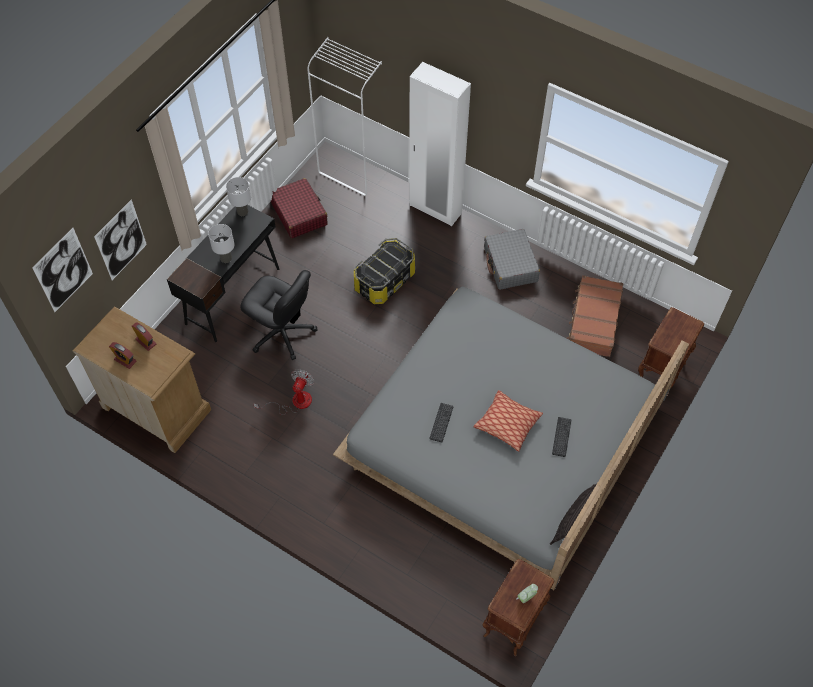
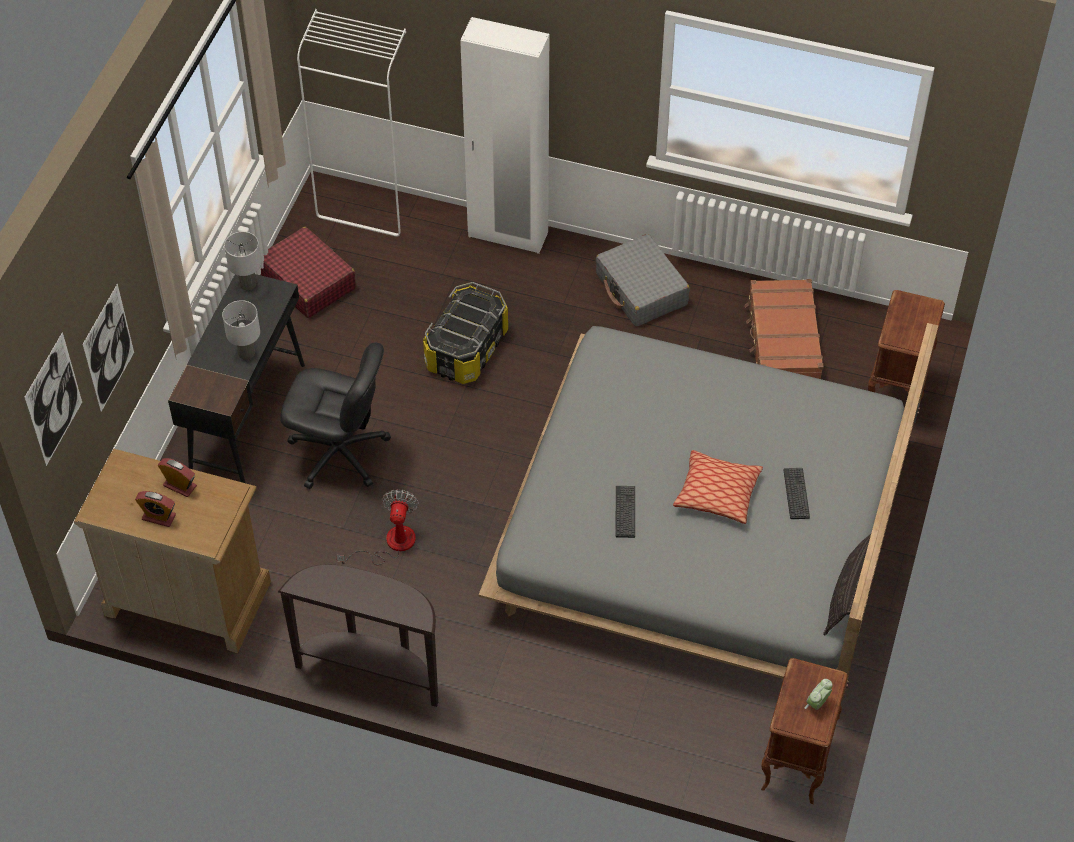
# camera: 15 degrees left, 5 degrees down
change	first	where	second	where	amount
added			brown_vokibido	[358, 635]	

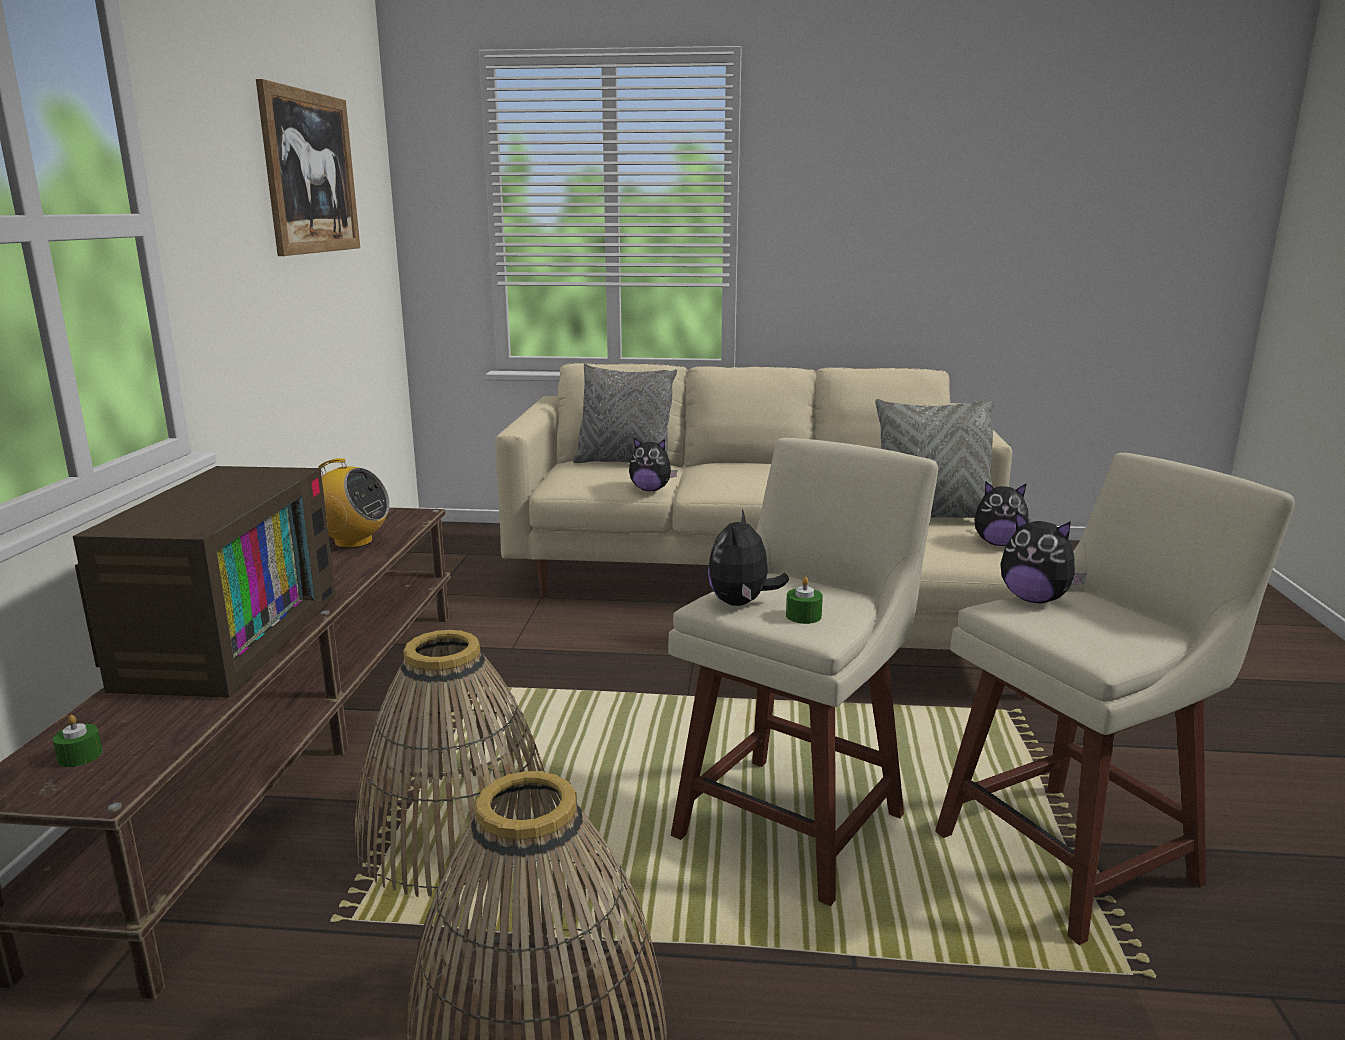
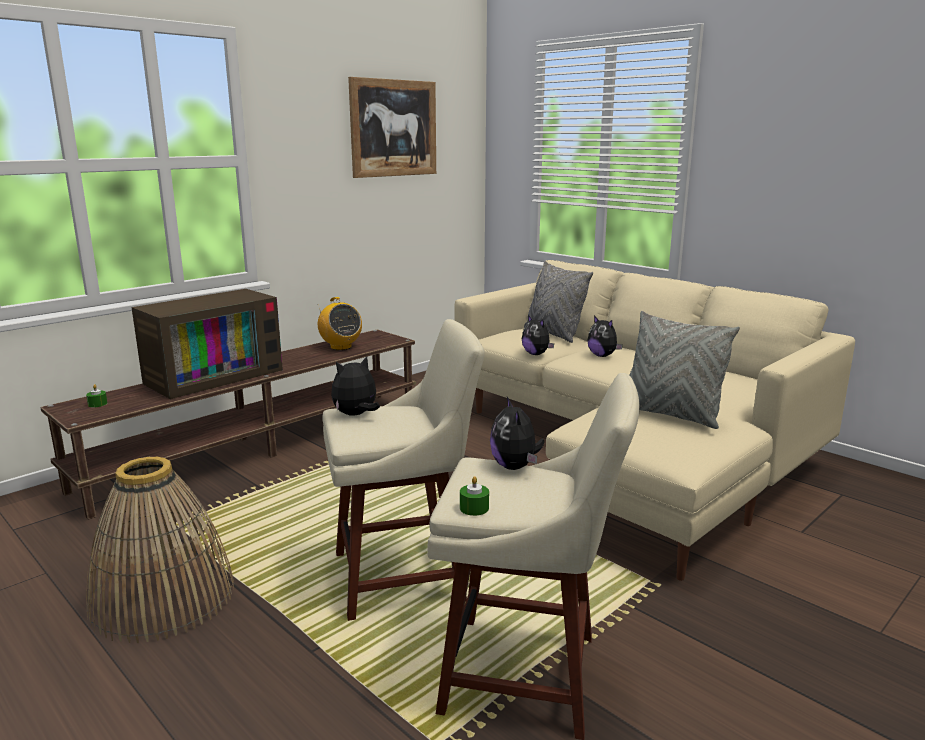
# camera: 40 degrees right, 0 degrees up
change	first	where	second	where	amount
removed	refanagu	[453, 763]			
moved	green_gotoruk	[804, 600]		[474, 496]	
moved	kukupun	[1002, 514]		[605, 336]	

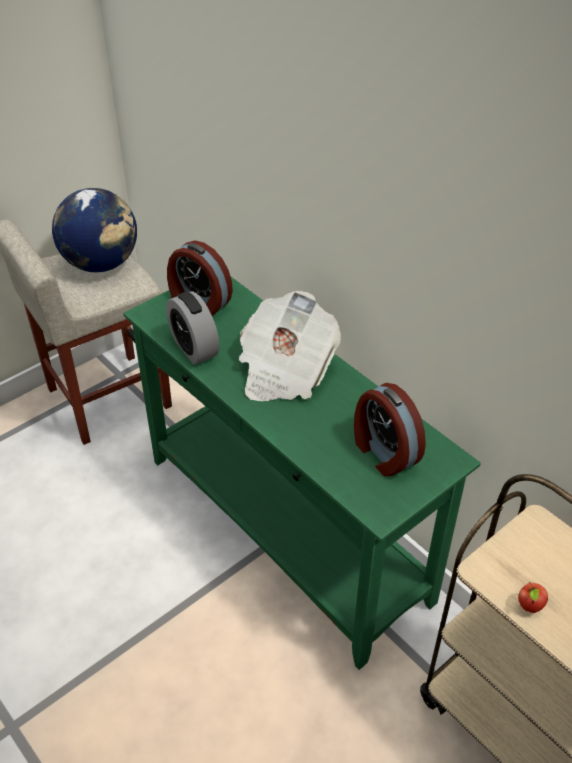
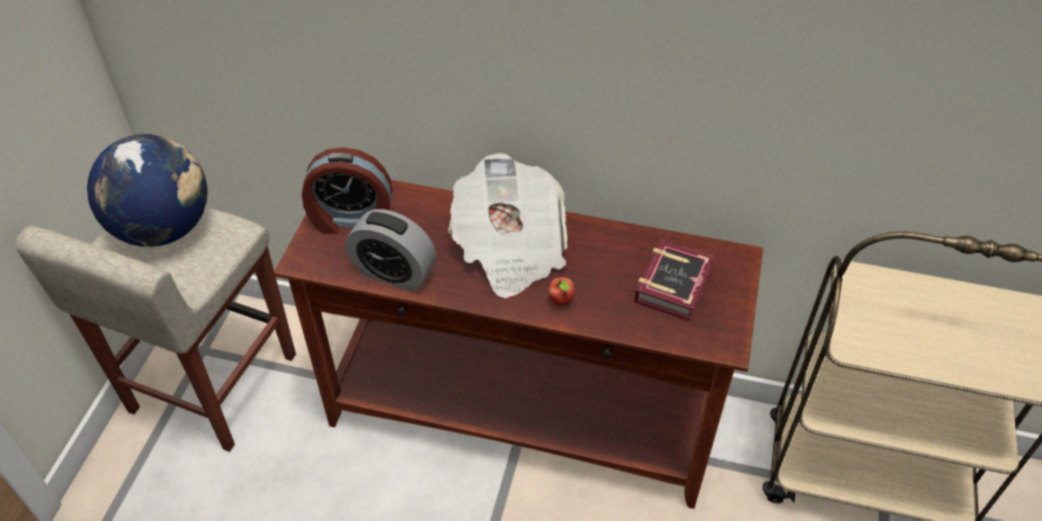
# camera: 35 degrees left, 5 degrees up
change	first	where	second	where	amount
recoloured	green_vokibido	[302, 473]	brown_vokibido	[518, 344]	
replaced	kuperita	[390, 429]	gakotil	[674, 280]	
moved	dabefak	[533, 597]		[562, 291]	

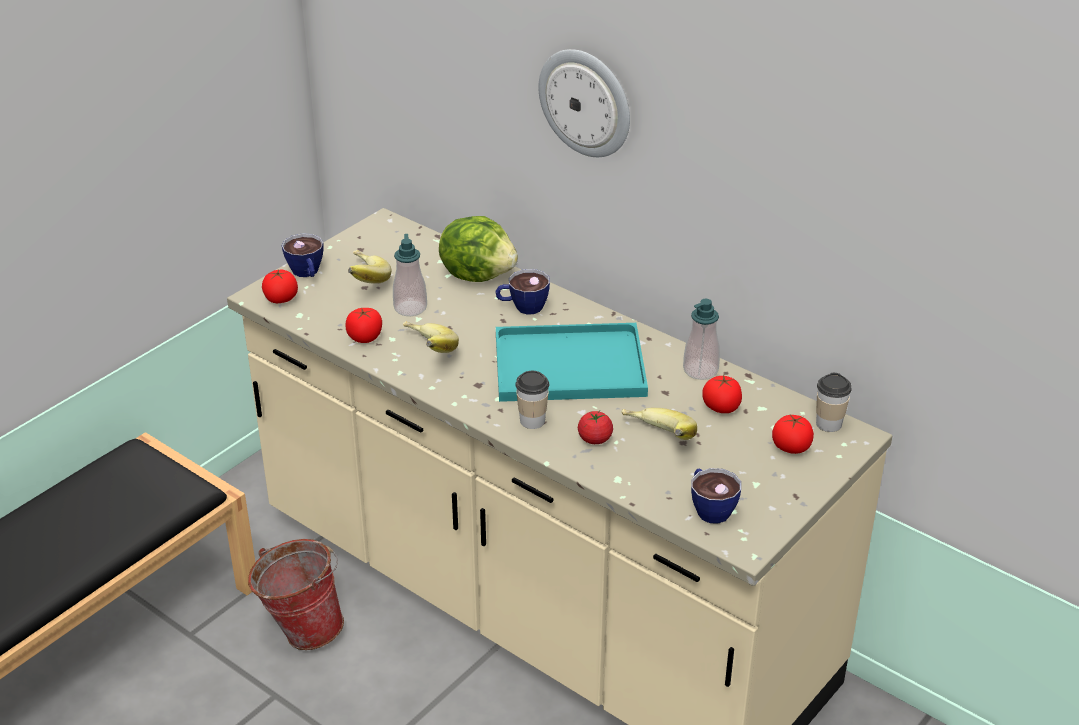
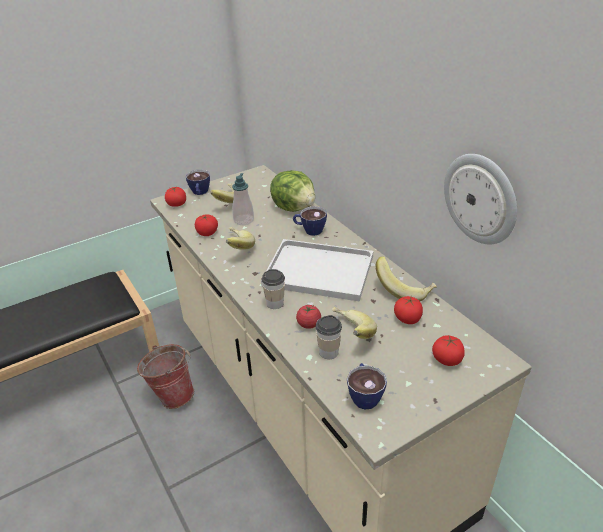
# camera: 20 degrees right, 0 degrees up
change	first	where	second	where	amount
recoloured	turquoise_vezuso	[572, 362]	white_vezuso	[317, 270]	
moved	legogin	[584, 103]		[480, 199]	
replaced	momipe	[701, 339]	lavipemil	[406, 278]	
moved	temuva	[834, 402]		[329, 337]	

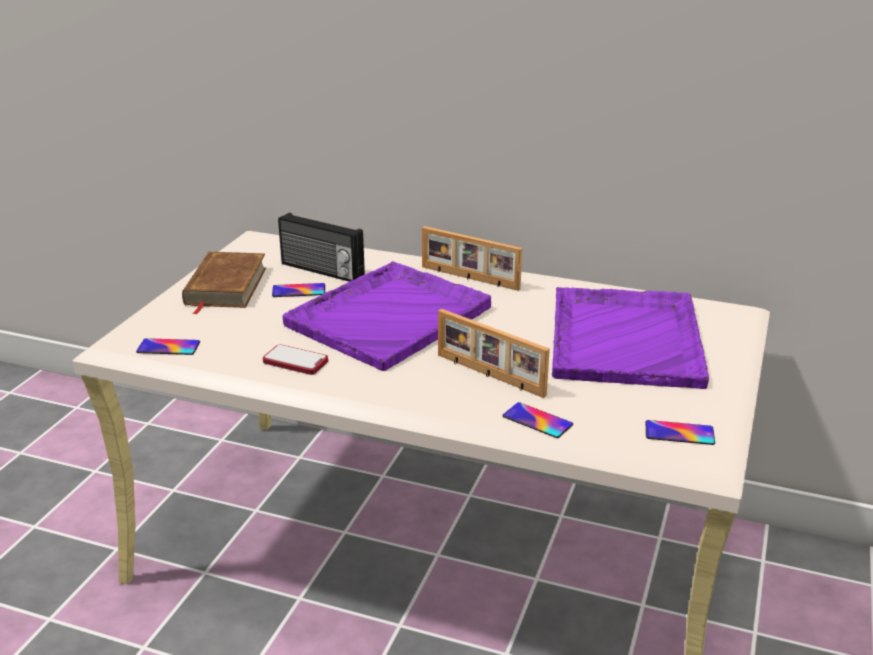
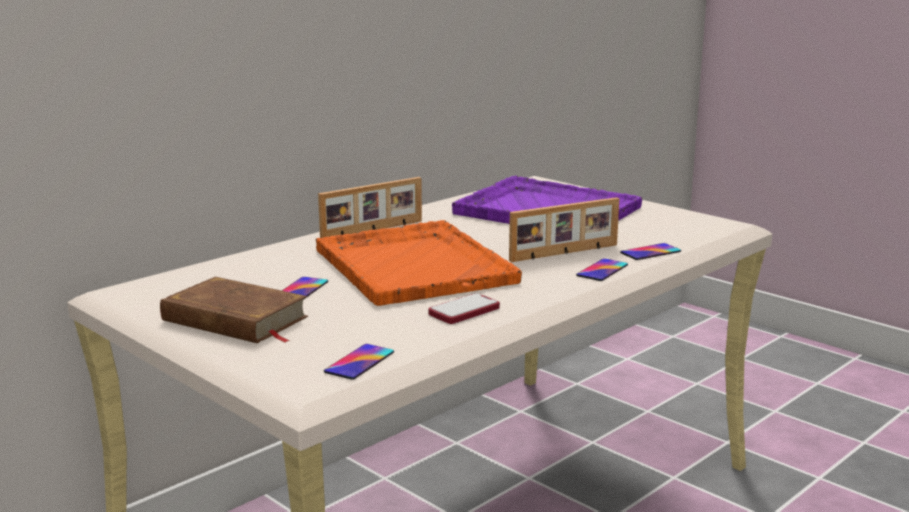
# camera: 65 degrees left, 10 degrees down
change	first	where	second	where	amount
removed	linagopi	[321, 246]			
recoloured	purple_vezuso	[387, 316]	orange_vezuso	[419, 263]	
moved	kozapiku	[680, 432]		[602, 269]	

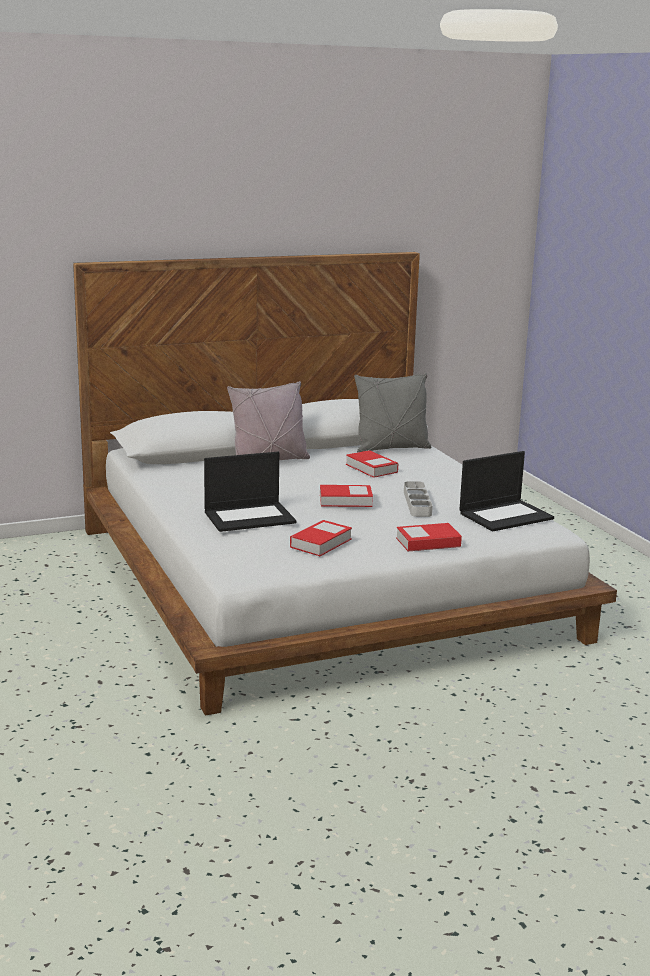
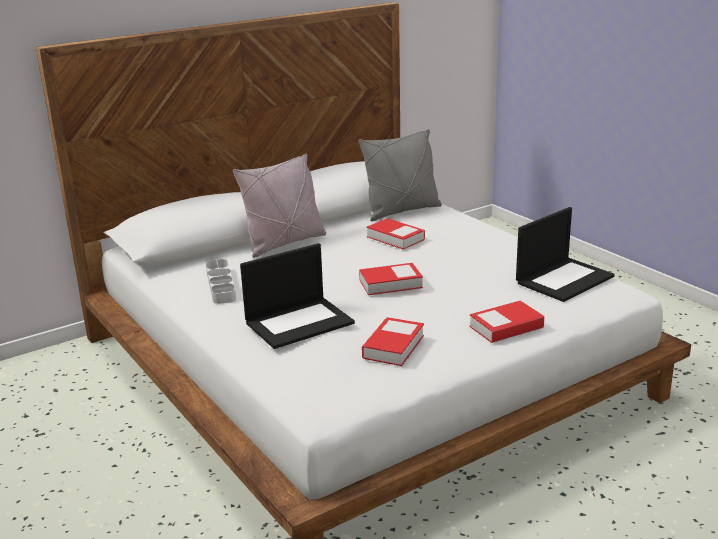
# camera: 10 degrees left, 5 degrees up
change	first	where	second	where	amount
moved	grey_vezuso	[418, 499]		[221, 281]	

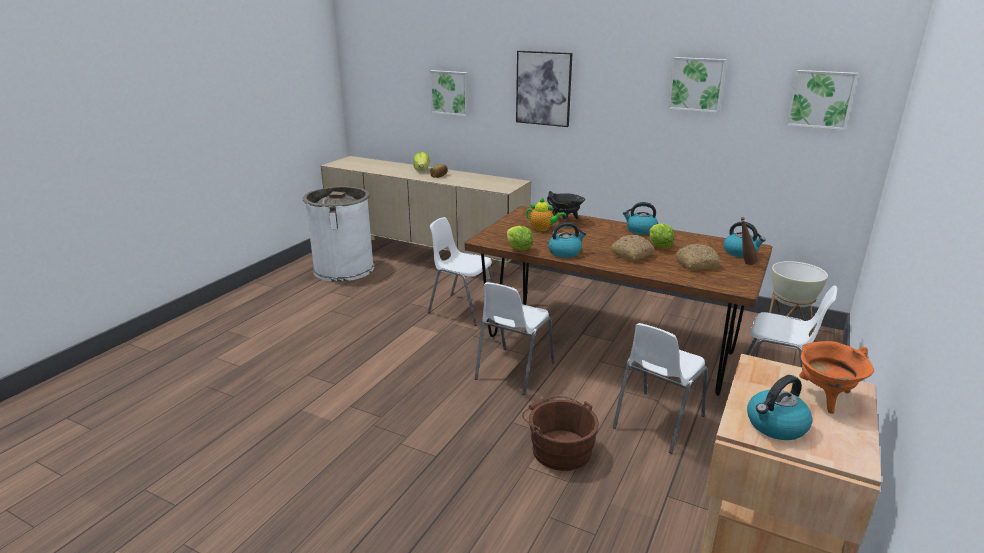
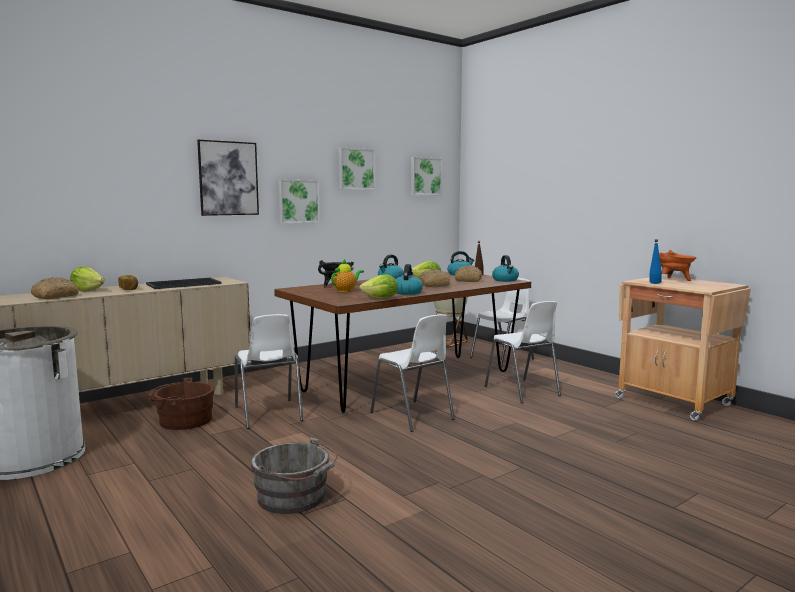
# camera: 65 degrees left, 15 degrees down
change	first	where	second	where	amount
turned	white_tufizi	[461, 271]		[269, 371]	75 degrees counterclockwise
moved	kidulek	[449, 93]		[299, 202]	
moved	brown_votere	[560, 433]		[180, 404]	
moved	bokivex	[780, 407]		[505, 268]	
added			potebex	[55, 288]	
added			vezuso	[184, 283]	
added			grey_votere	[294, 475]	
added			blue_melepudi	[656, 261]	

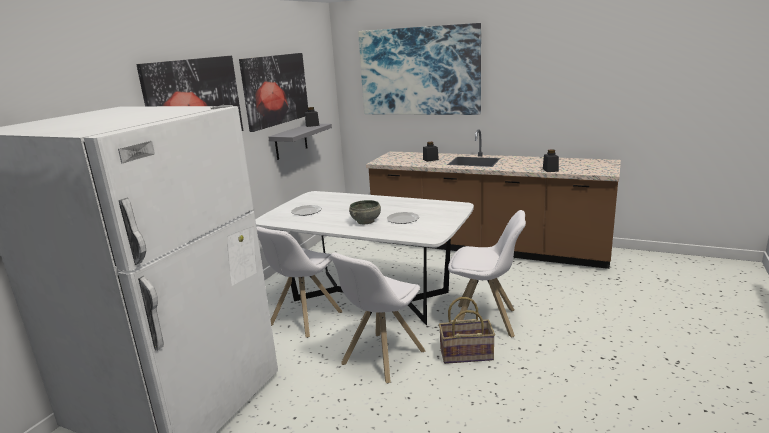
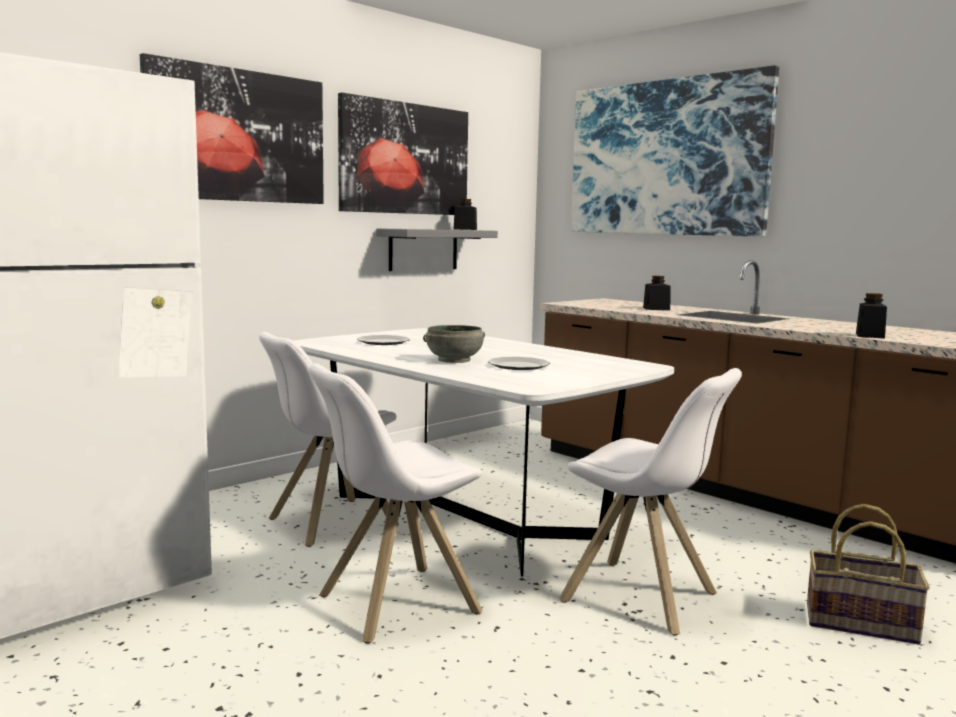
# camera: 20 degrees right, 10 degrees down
change	first	where	second	where	amount
moved	refanagu	[467, 330]		[868, 574]	

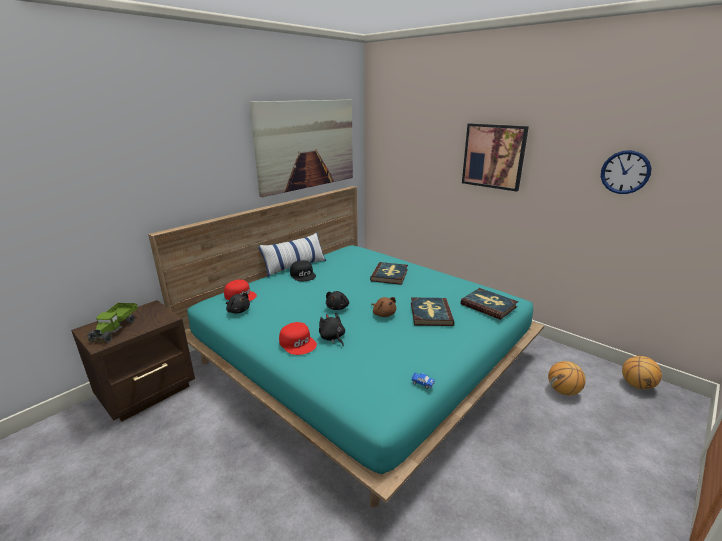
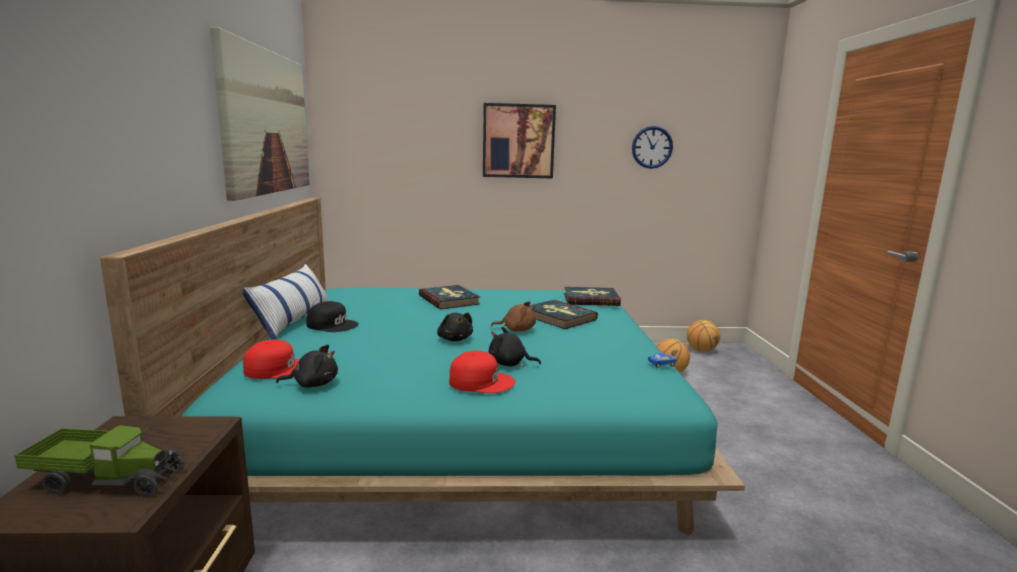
# camera: 45 degrees left, 10 degrees down
change	first	where	second	where	amount
turned	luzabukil	[112, 323]		[100, 461]	45 degrees counterclockwise

